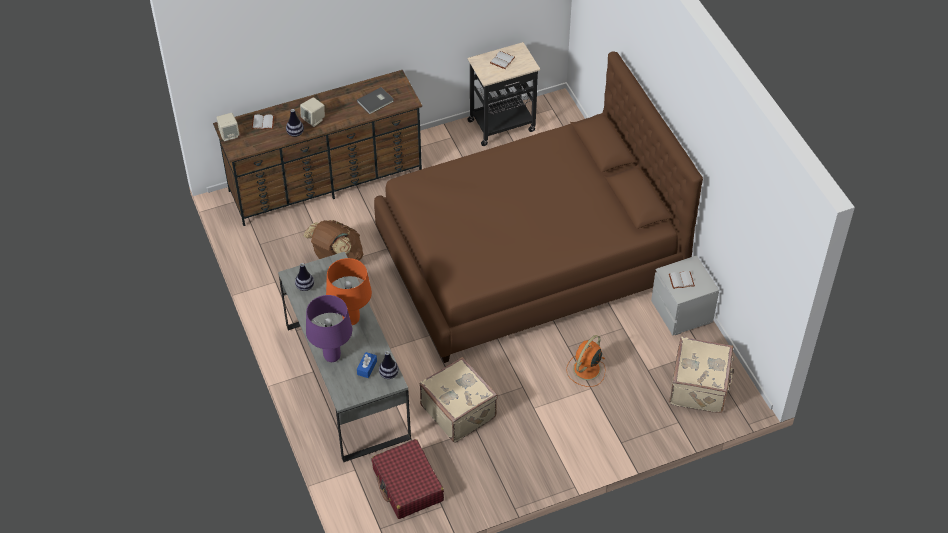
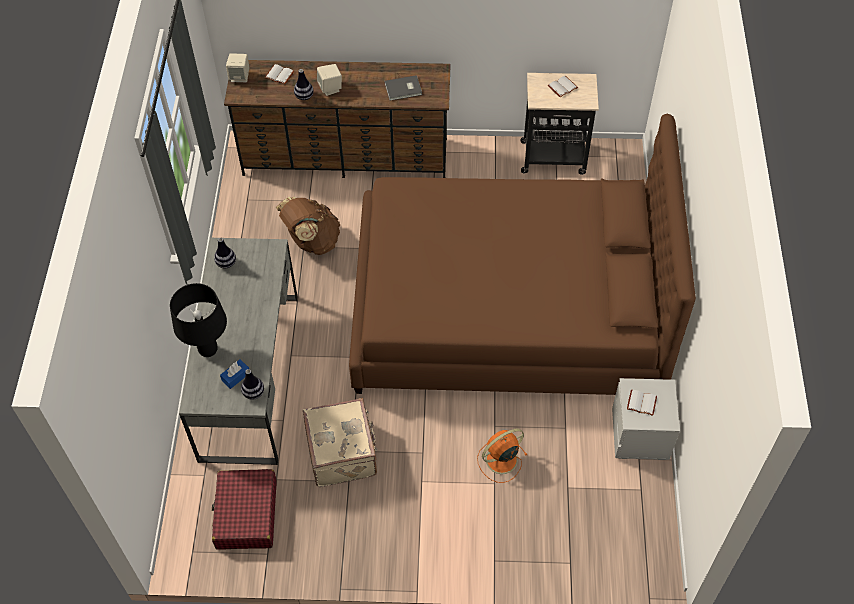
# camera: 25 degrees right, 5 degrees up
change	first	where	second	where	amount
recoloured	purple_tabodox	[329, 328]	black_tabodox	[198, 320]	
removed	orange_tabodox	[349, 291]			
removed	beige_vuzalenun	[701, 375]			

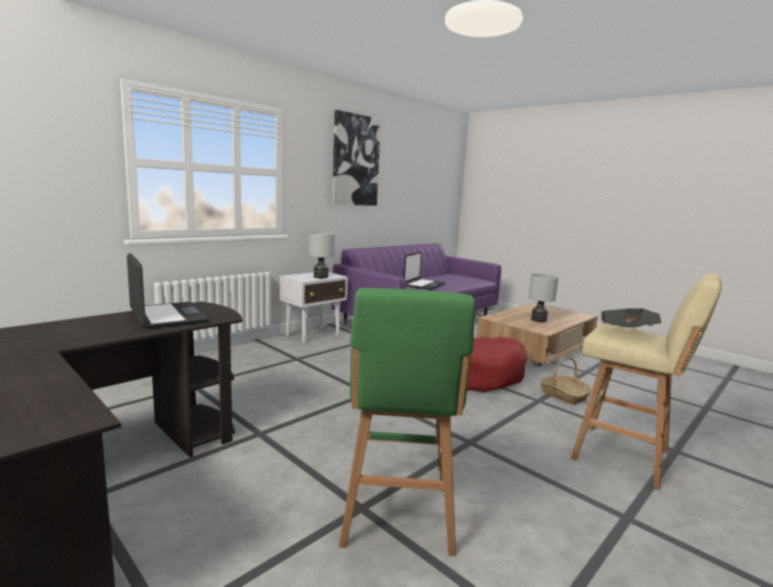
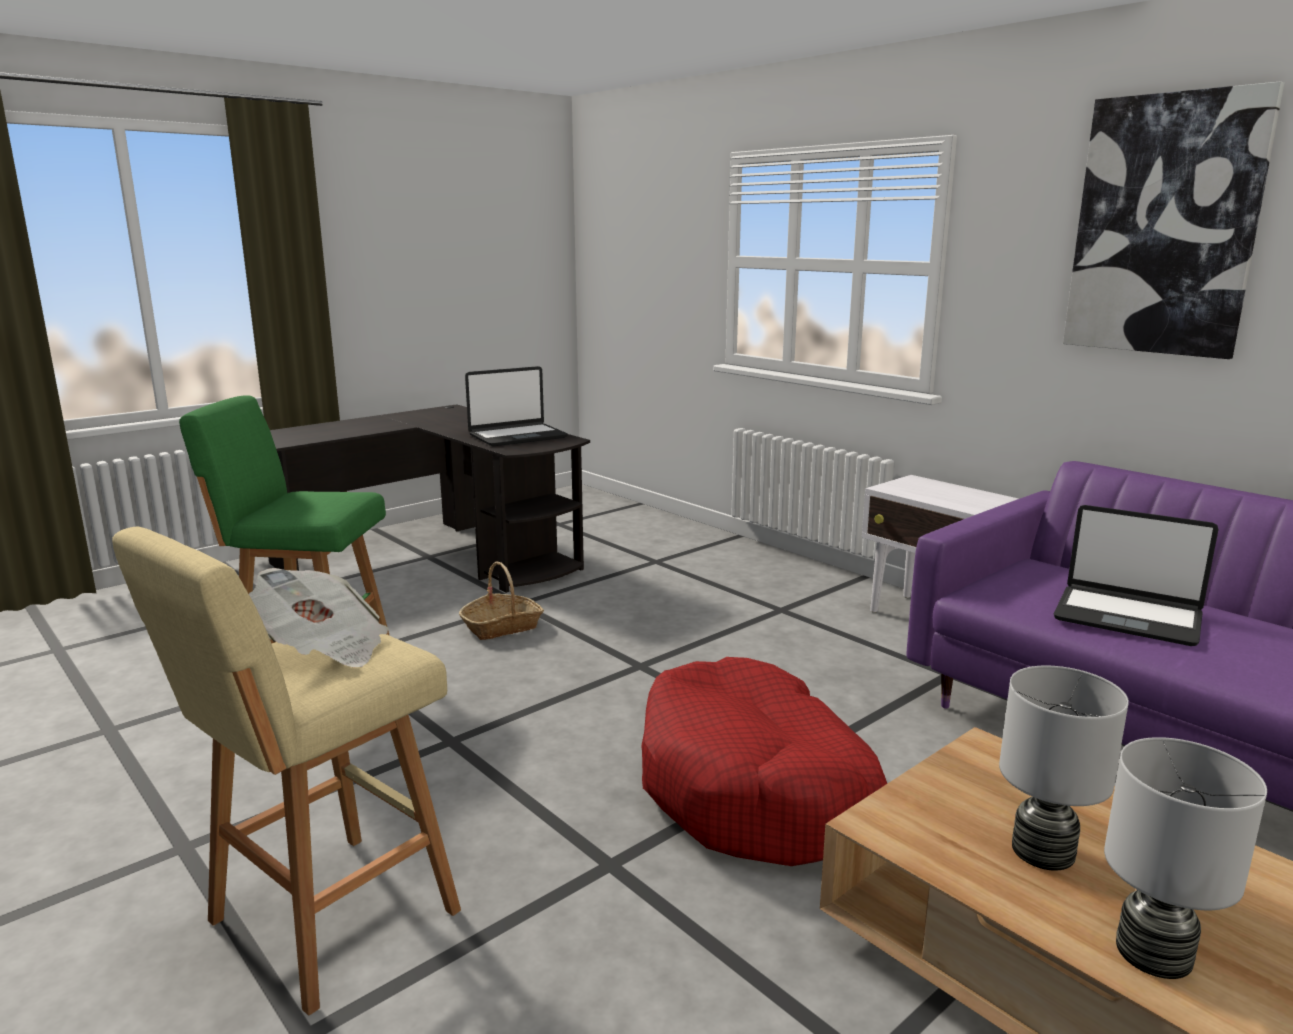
# camera: 95 degrees right, 5 degrees up
change	first	where	second	where	amount
moved	grey_tabodox	[322, 255]		[1185, 858]	
moved	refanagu	[566, 381]		[501, 601]	

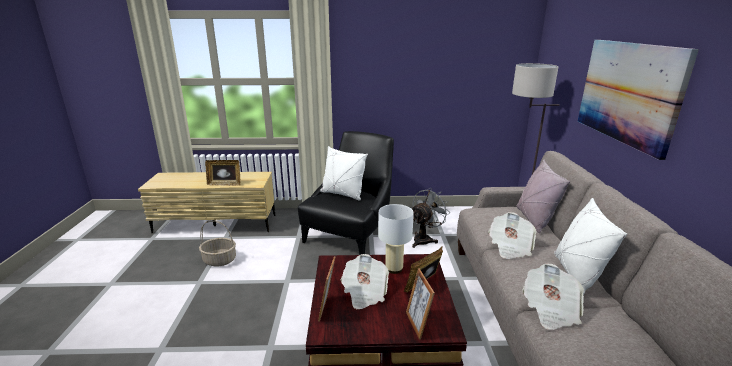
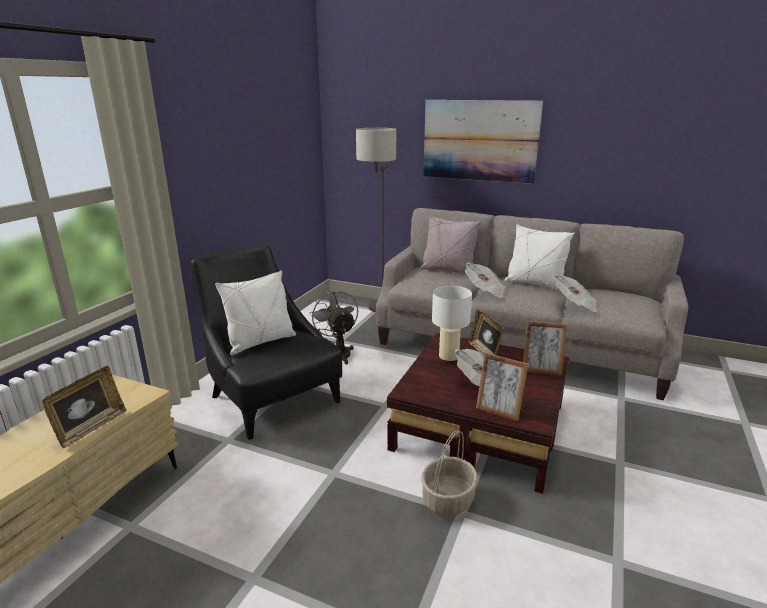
# camera: 65 degrees left, 0 degrees up
change	first	where	second	where	amount
moved	refanagu	[217, 243]		[449, 473]	

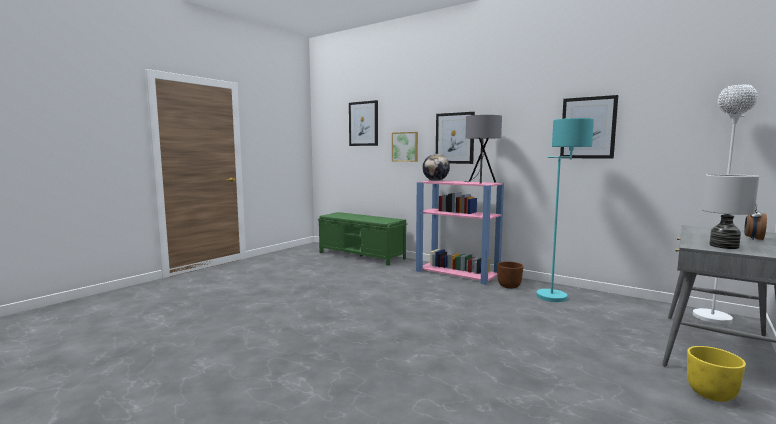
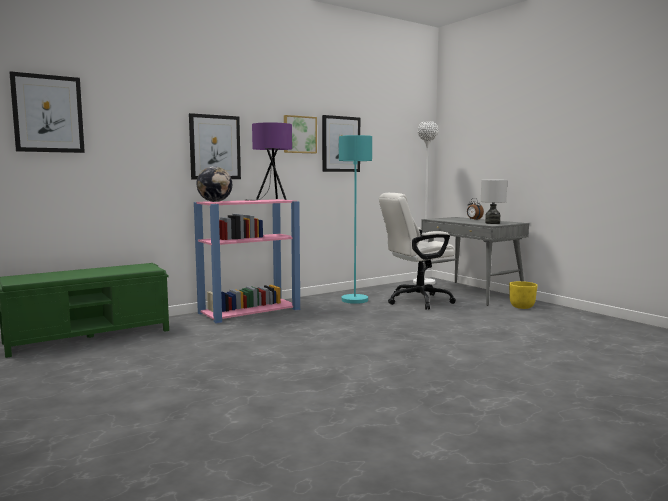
# camera: 70 degrees left, 0 degrees up
change	first	where	second	where	amount
moved	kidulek	[405, 147]		[300, 134]	
recoloured	grey_tabodox	[482, 149]	purple_tabodox	[268, 161]	
removed	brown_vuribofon	[510, 275]			
added			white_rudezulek	[417, 251]	

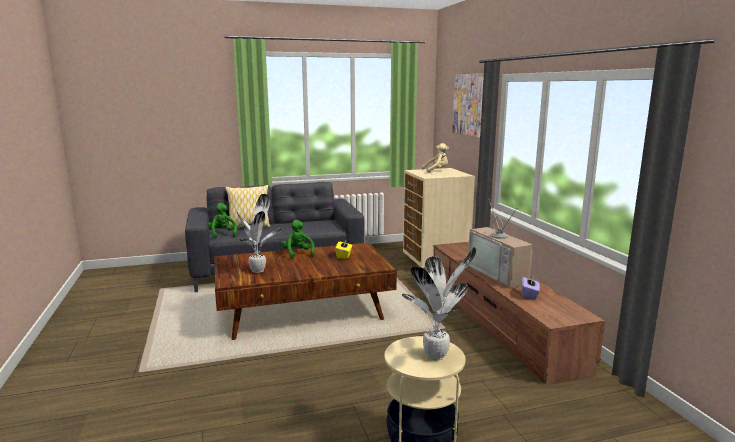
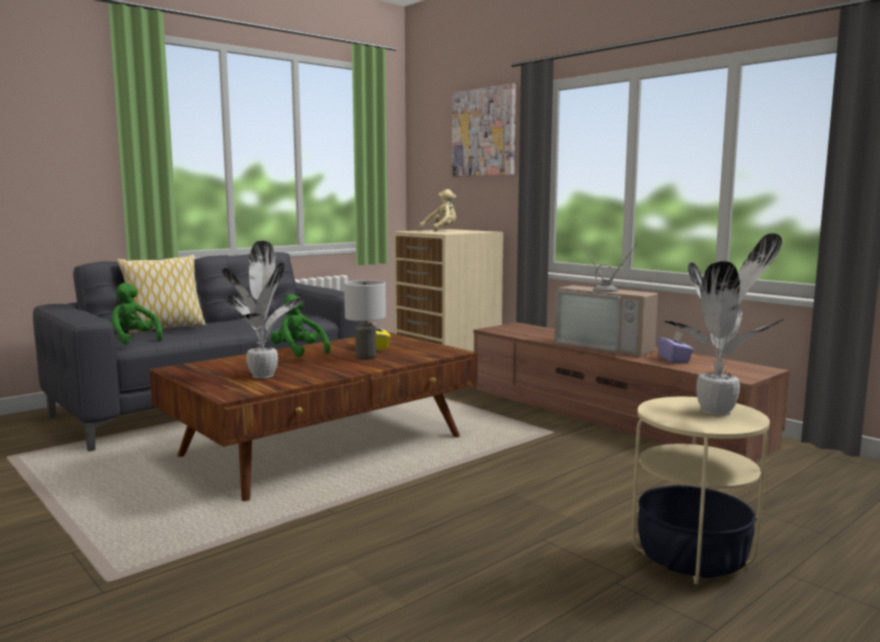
# camera: 25 degrees left, 5 degrees down
change	first	where	second	where	amount
added			white_tabodox	[365, 320]	

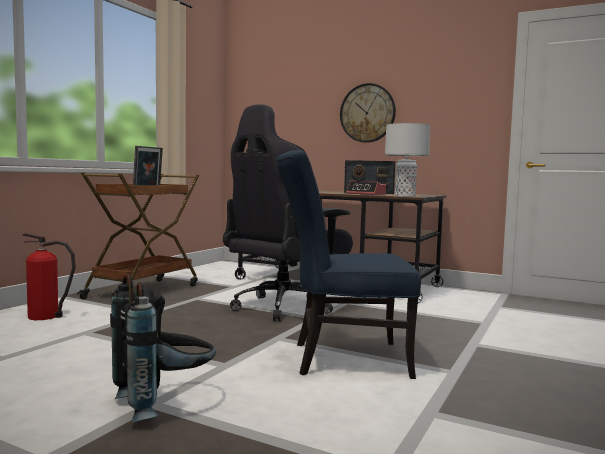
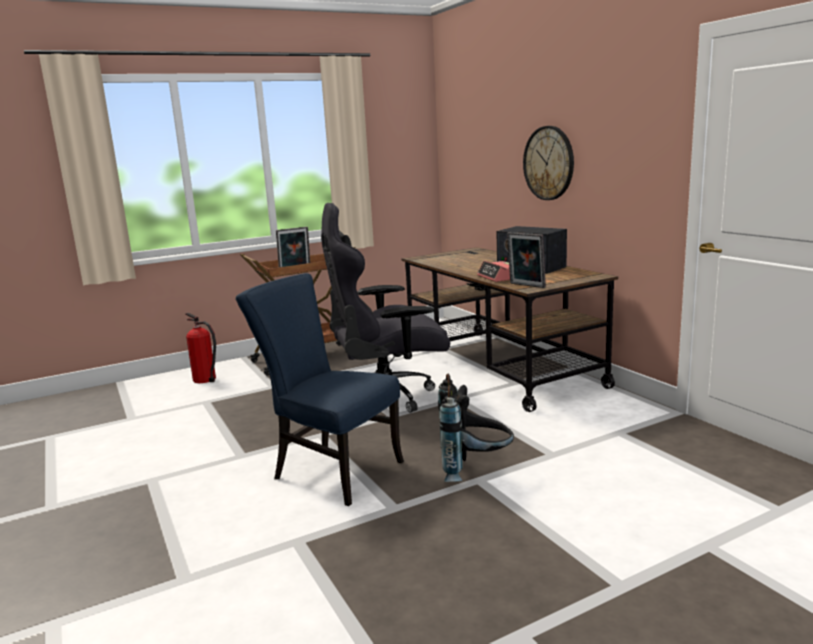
# camera: 35 degrees right, 10 degrees up
change	first	where	second	where	amount
moved	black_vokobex	[163, 348]		[476, 428]	
replaced	white_tabodox	[407, 160]	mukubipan	[526, 260]	

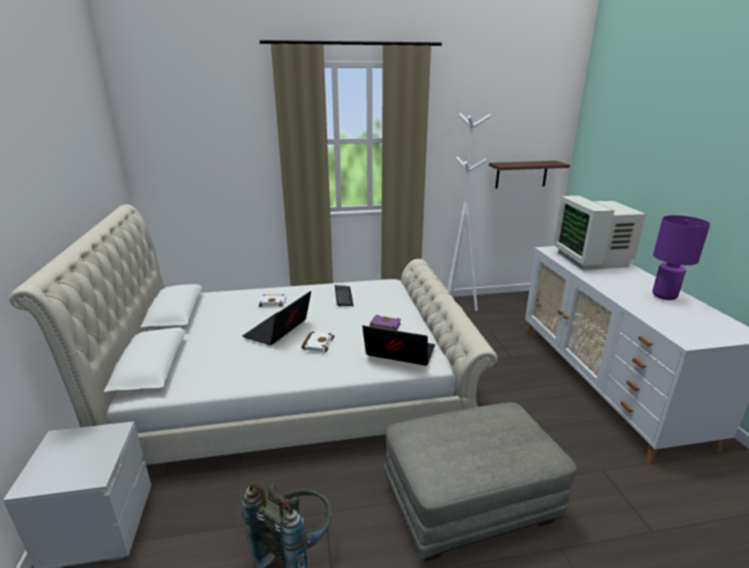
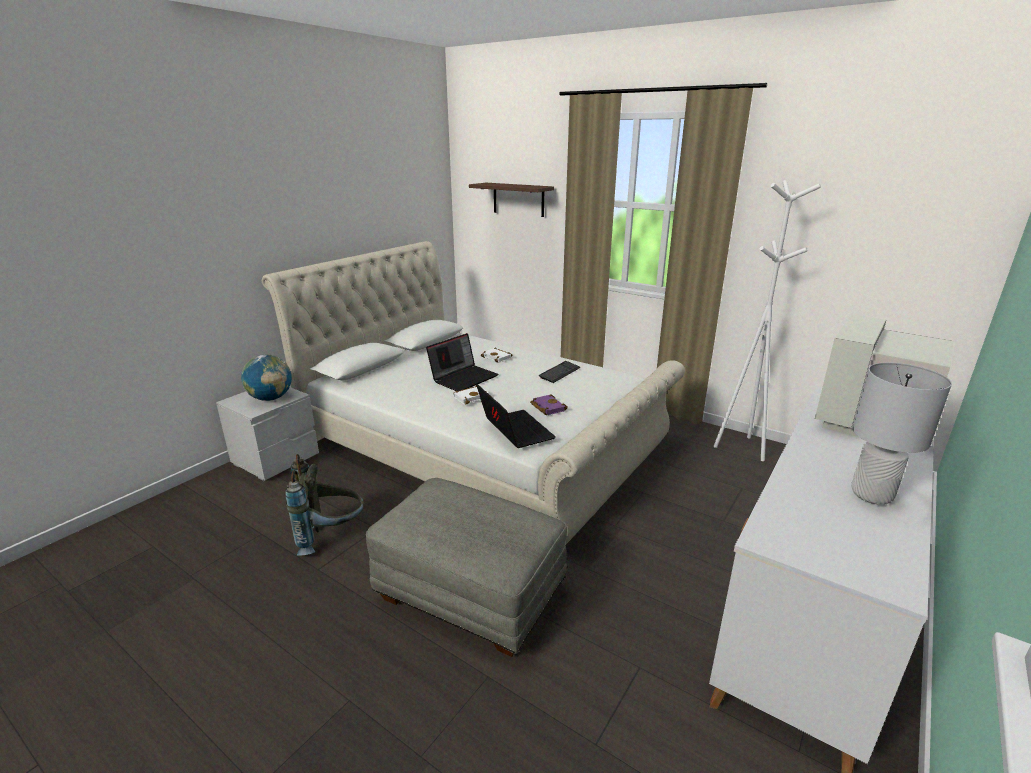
# camera: 45 degrees right, 0 degrees up
change	first	where	second	where	amount
turned	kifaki	[276, 318]		[462, 362]	150 degrees clockwise
moved	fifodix	[529, 174]		[511, 200]	
recoloured	purple_tabodox	[681, 257]	grey_tabodox	[901, 433]	
added			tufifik	[266, 378]	

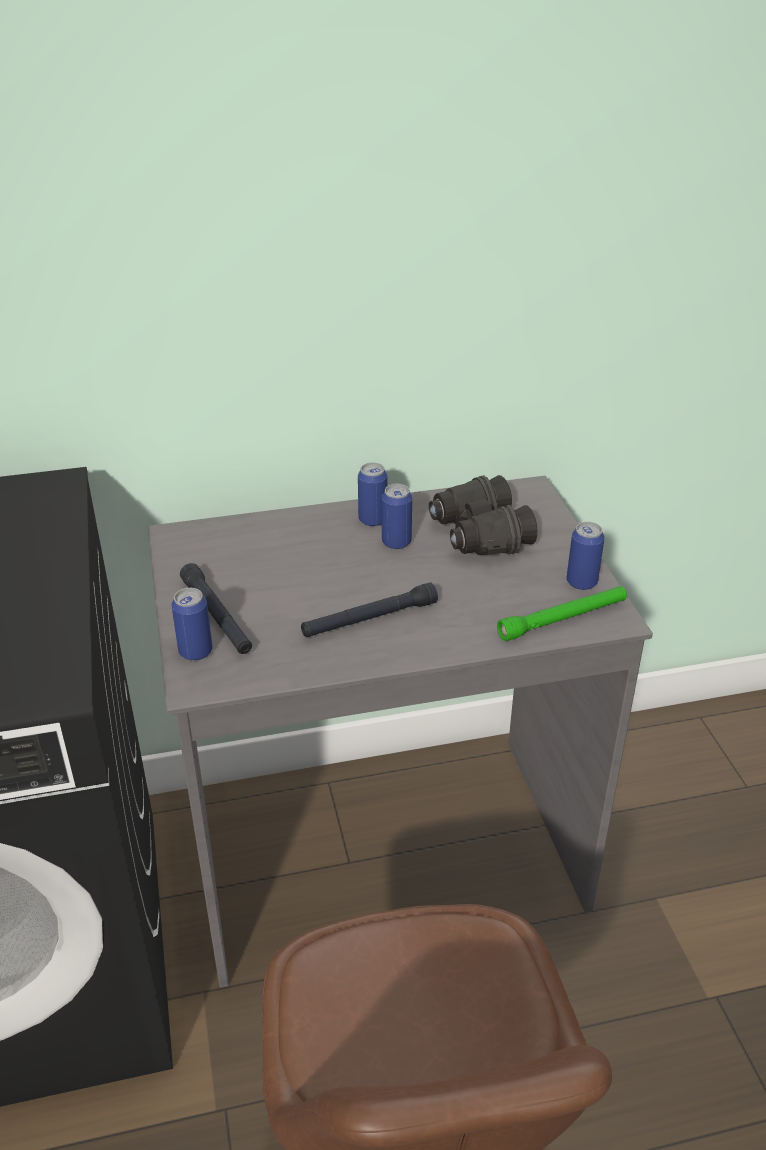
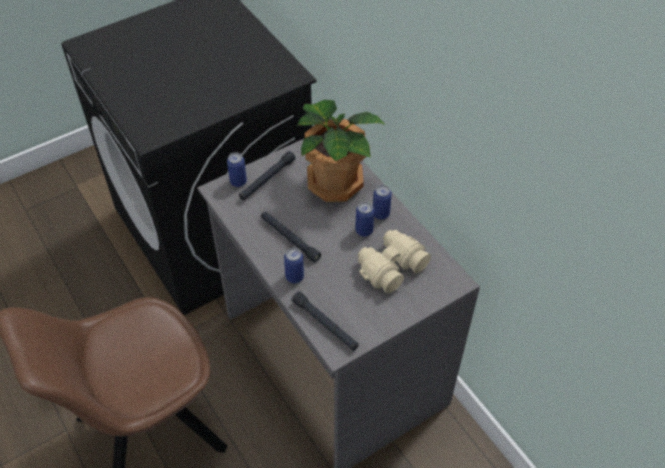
# camera: 70 degrees right, 15 degrees up
change	first	where	second	where	amount
recoloured	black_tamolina	[483, 515]	beige_tamolina	[394, 262]	
recoloured	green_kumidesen	[562, 613]	black_kumidesen	[325, 320]	
moved	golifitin	[586, 556]		[294, 265]	
added			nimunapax	[342, 151]	

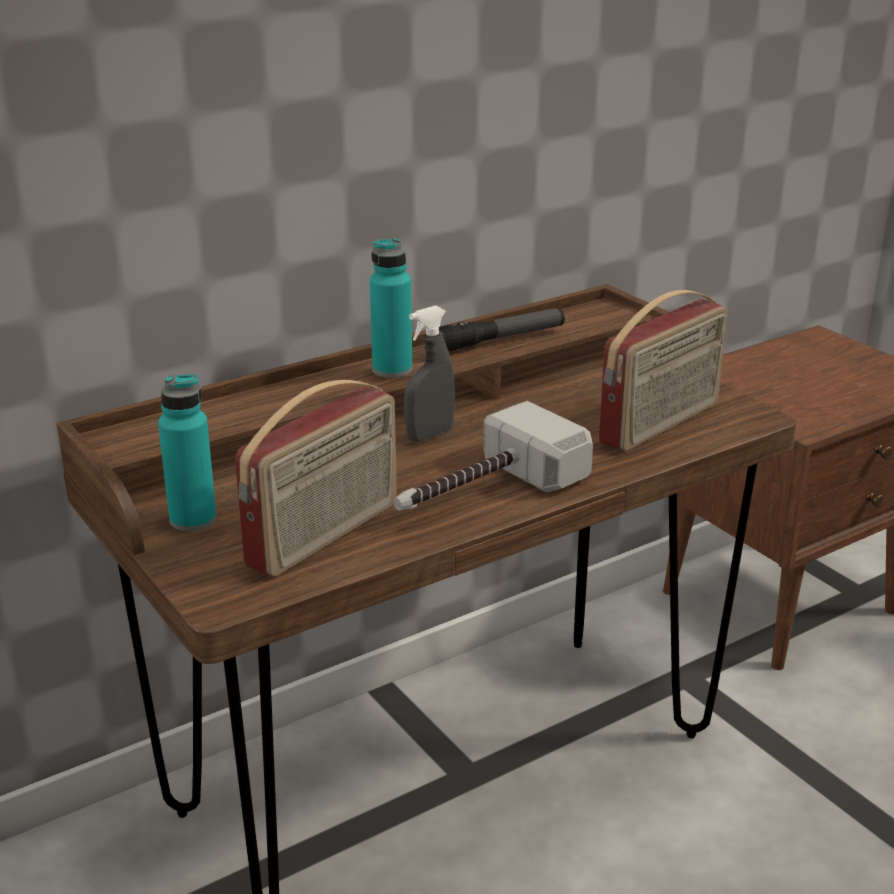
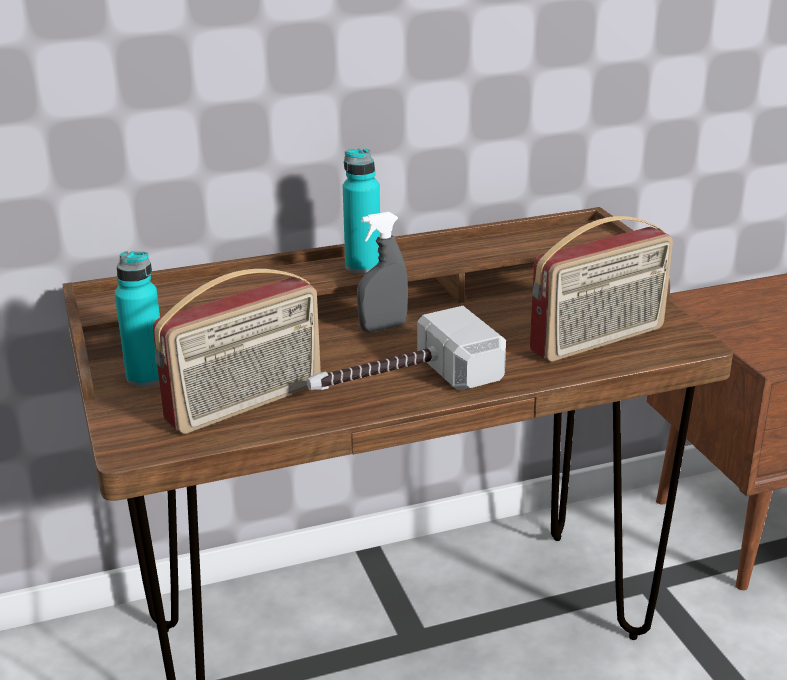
# camera: 15 degrees right, 0 degrees up
change	first	where	second	where	amount
removed	kumidesen	[502, 329]			

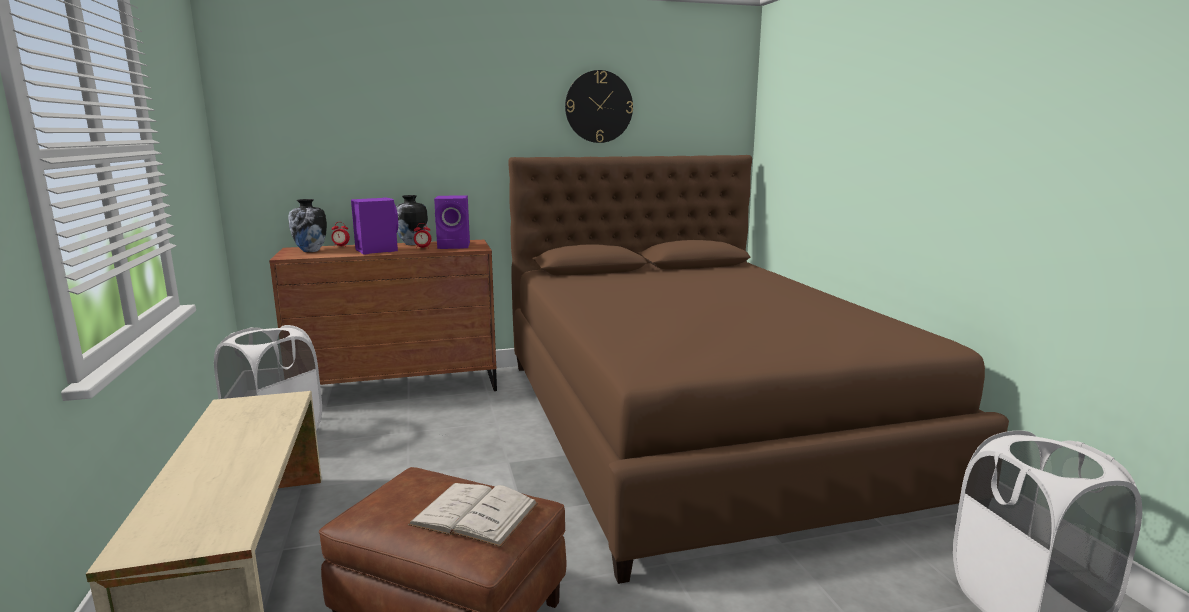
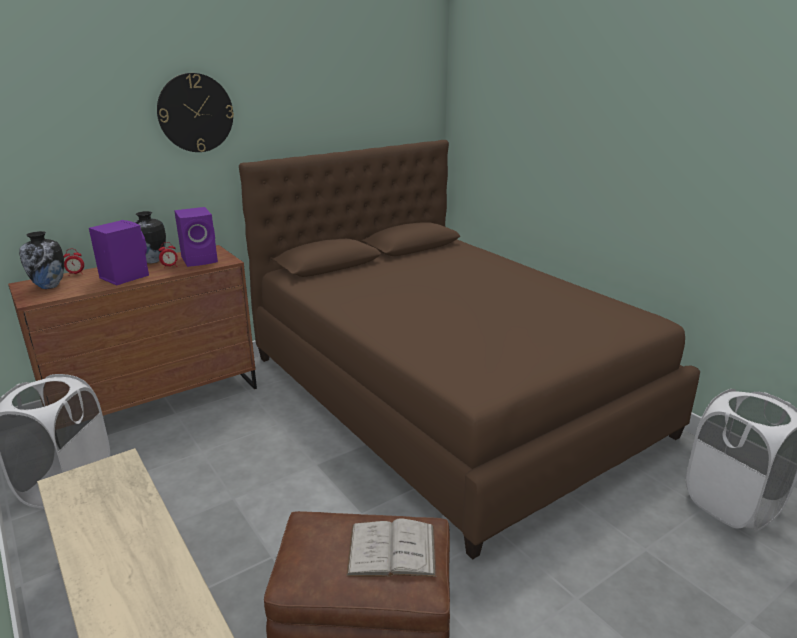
# camera: 20 degrees left, 10 degrees up
change	first	where	second	where	amount
moved	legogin	[599, 106]		[195, 112]	

